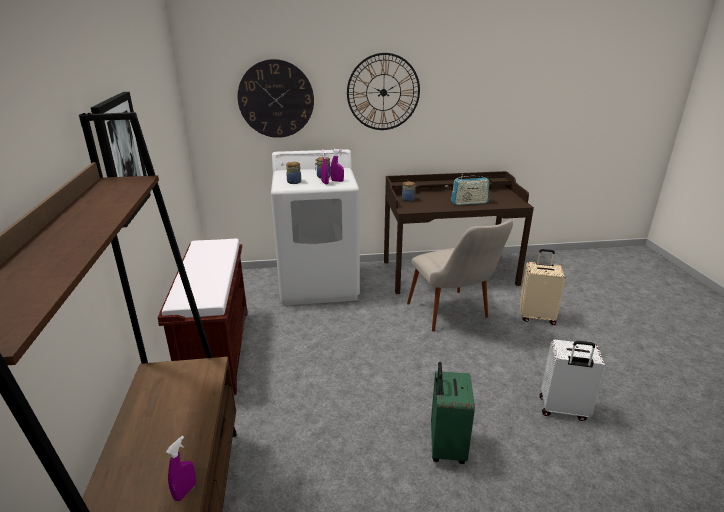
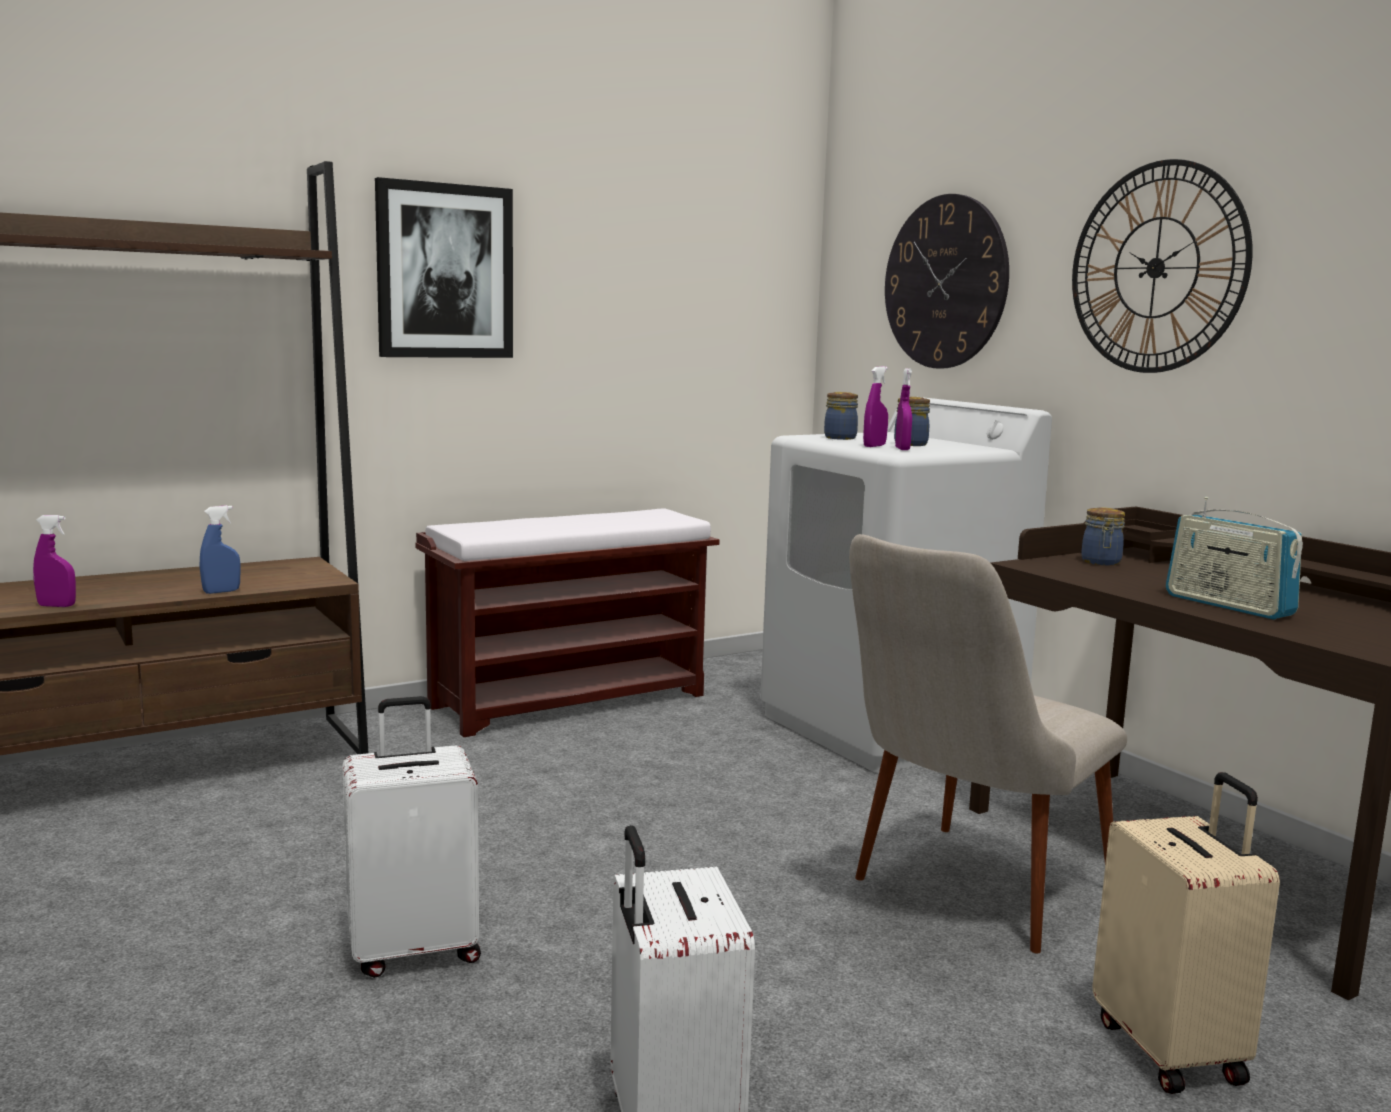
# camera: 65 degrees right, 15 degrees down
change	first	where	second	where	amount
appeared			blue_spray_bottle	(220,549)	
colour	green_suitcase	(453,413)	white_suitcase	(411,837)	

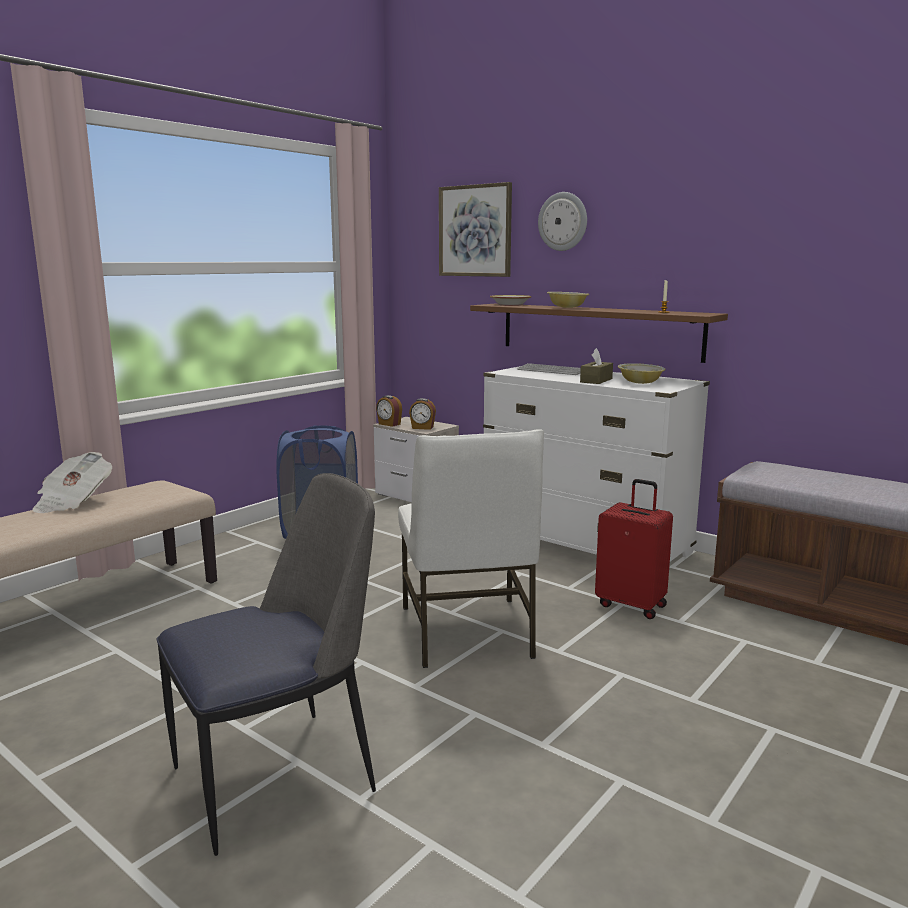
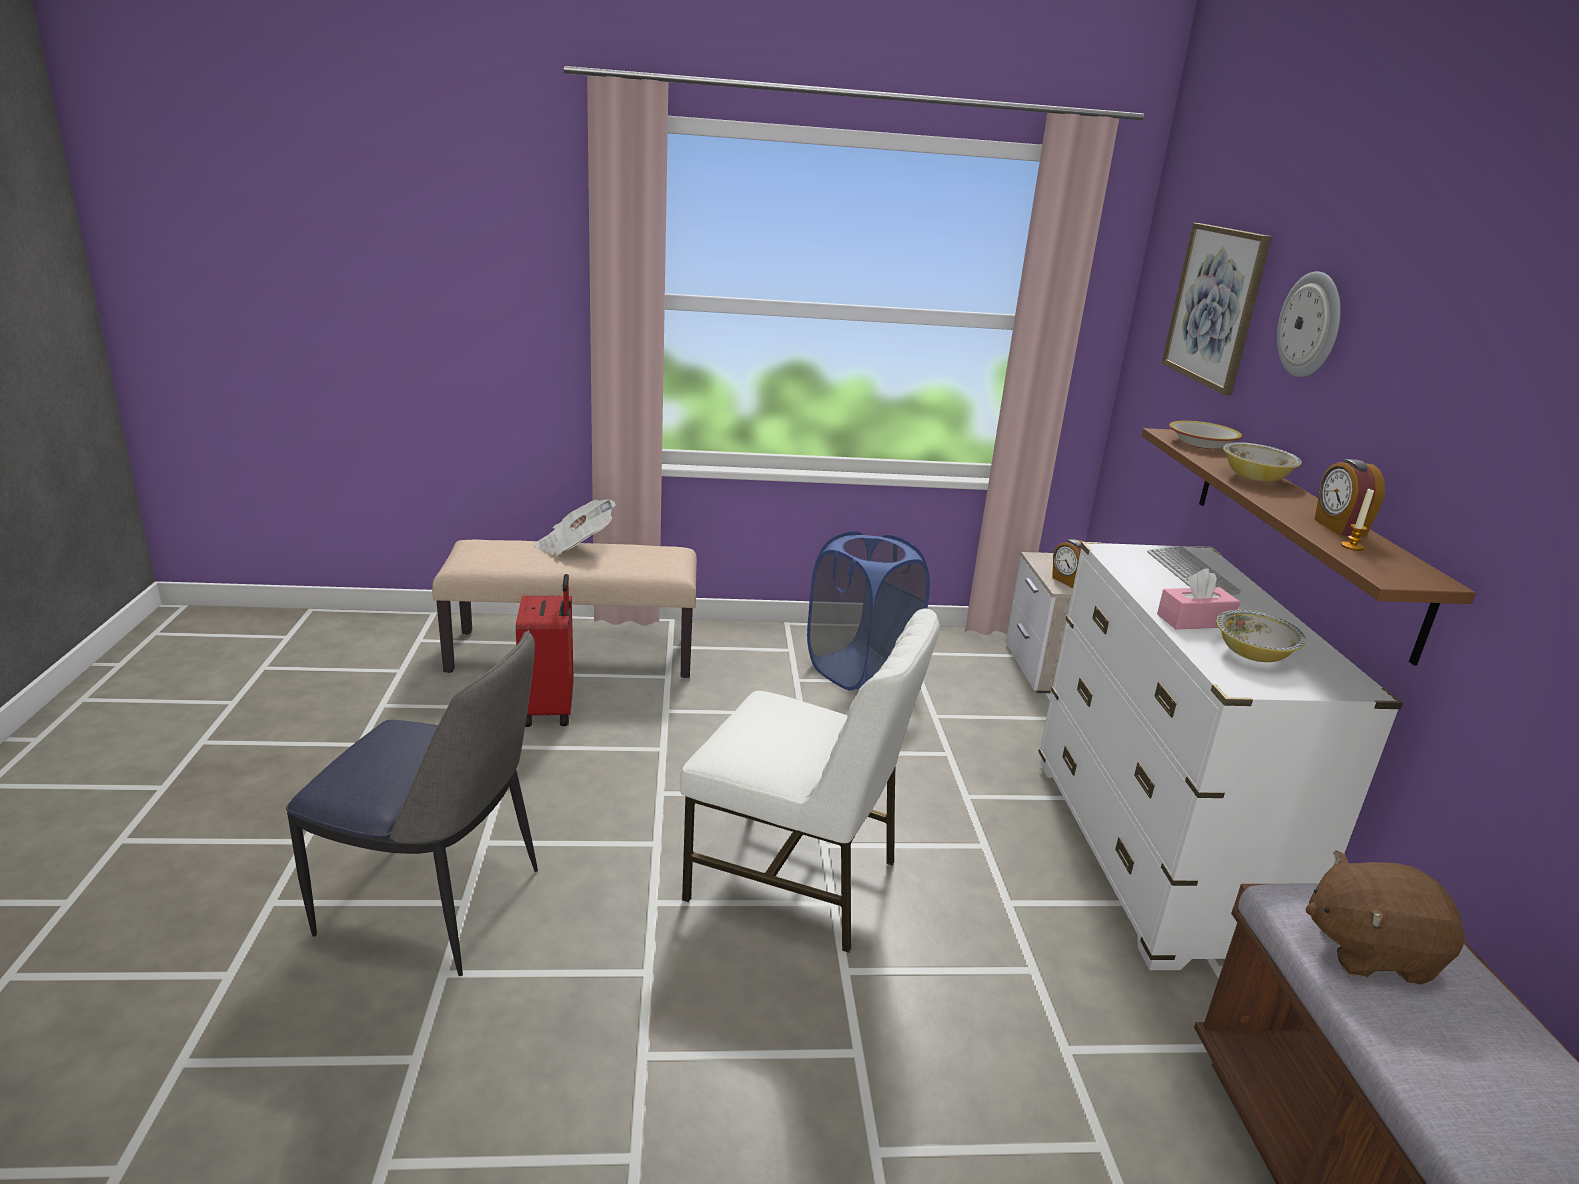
# camera: 45 degrees right, 10 degrees up
change	first	where	second	where	amount
relocated	reddish_suitcase	(634,549)		(545,650)	
spun	white_chair	(471,548)		(810,780)	105 degrees counterclockwise
colour	brown-coloured_box_of_tissues	(596,366)	pinkish_box_of_tissues	(1198,598)	
appeared			brown-coloured_soft_toy	(1385,917)	
relocated	alarm_clock	(389,411)		(1349,497)	

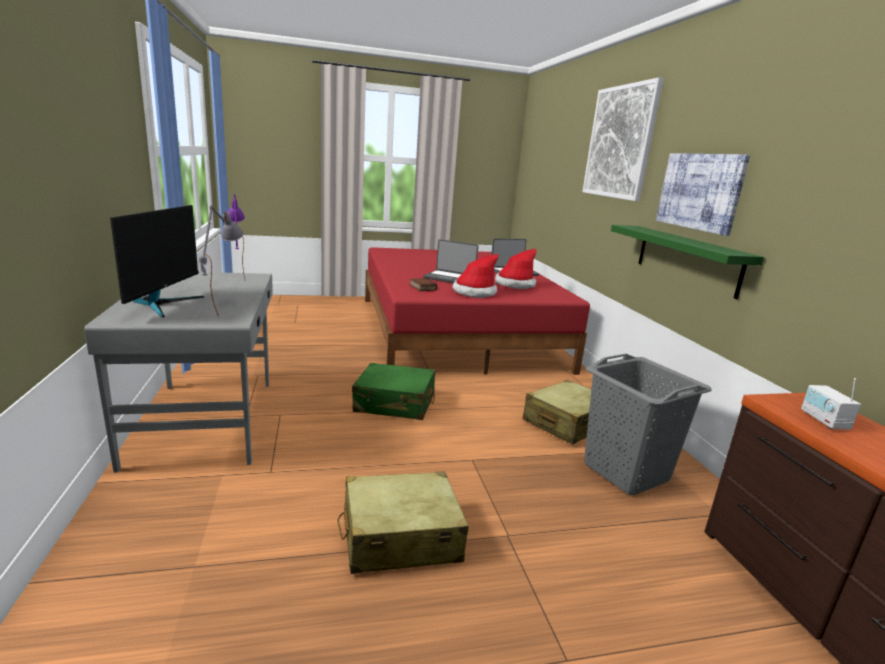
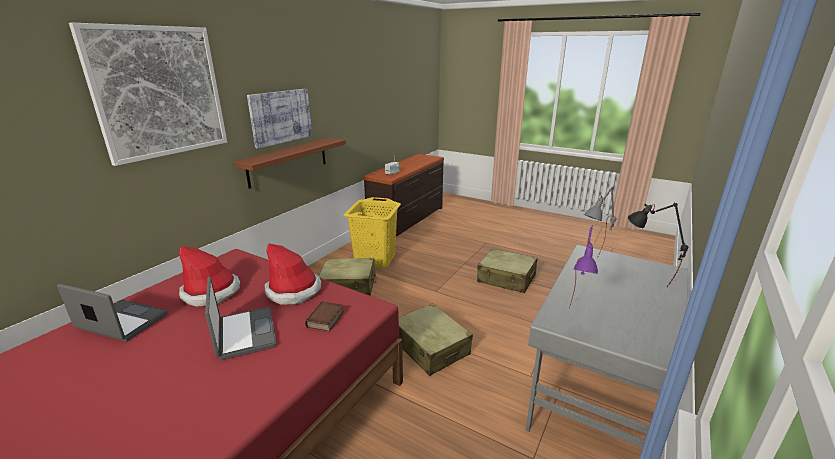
# camera: 135 degrees left, 5 degrees up
change	first	where	second	where	amount
colour	green_bracket_shelf	(687,262)	brown-coloured_bracket_shelf	(290,163)	
colour	greyish_hamper	(648,424)	yellowish_hamper	(372,233)	
colour	green_suitcase	(393,391)	beige_suitcase	(435,339)	
exchanged	computer_screen	(157,261)	blackish_lamp_for_a_table	(658,244)	

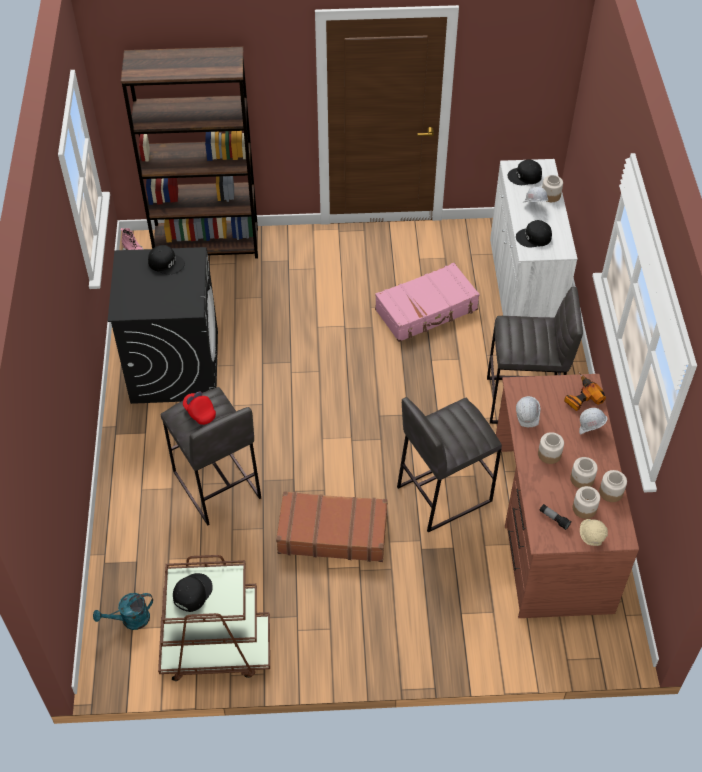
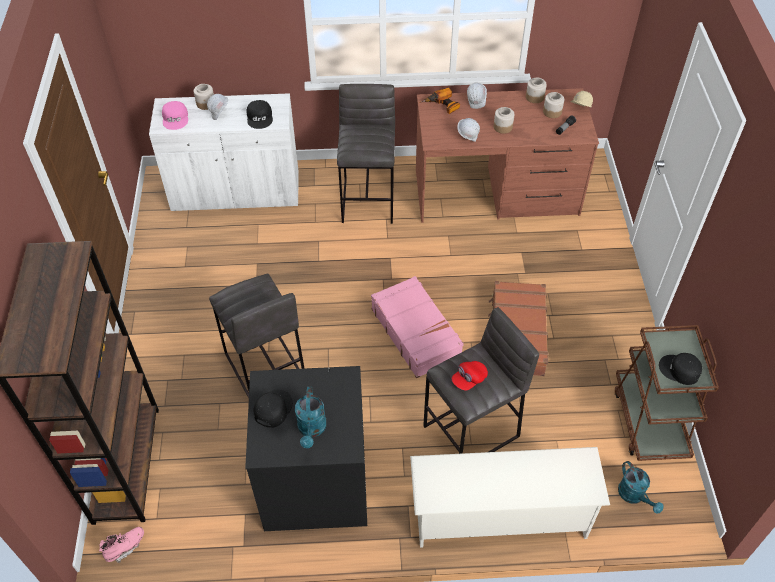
# camera: 90 degrees left, 0 degrees up
change	first	where	second	where	amount
colour	blackish_baseball_cap	(525,172)	pinkish_baseball_cap	(175,115)	
relocated	greyish_stool	(449,464)		(256,335)	
appeared			blue-green_watering_pot	(311,417)	
relocated	pinkish_suitcase	(427,302)		(417,327)	
appeared			white_shoe_stand	(510,497)	
missing	storage_jar	(584,472)			

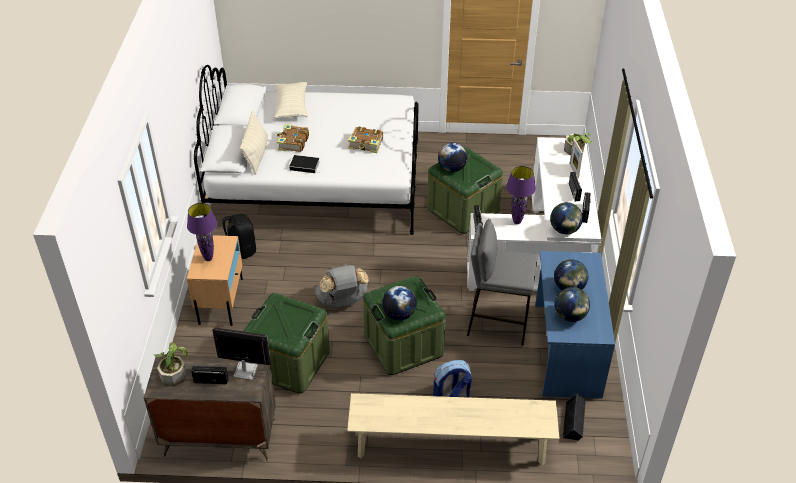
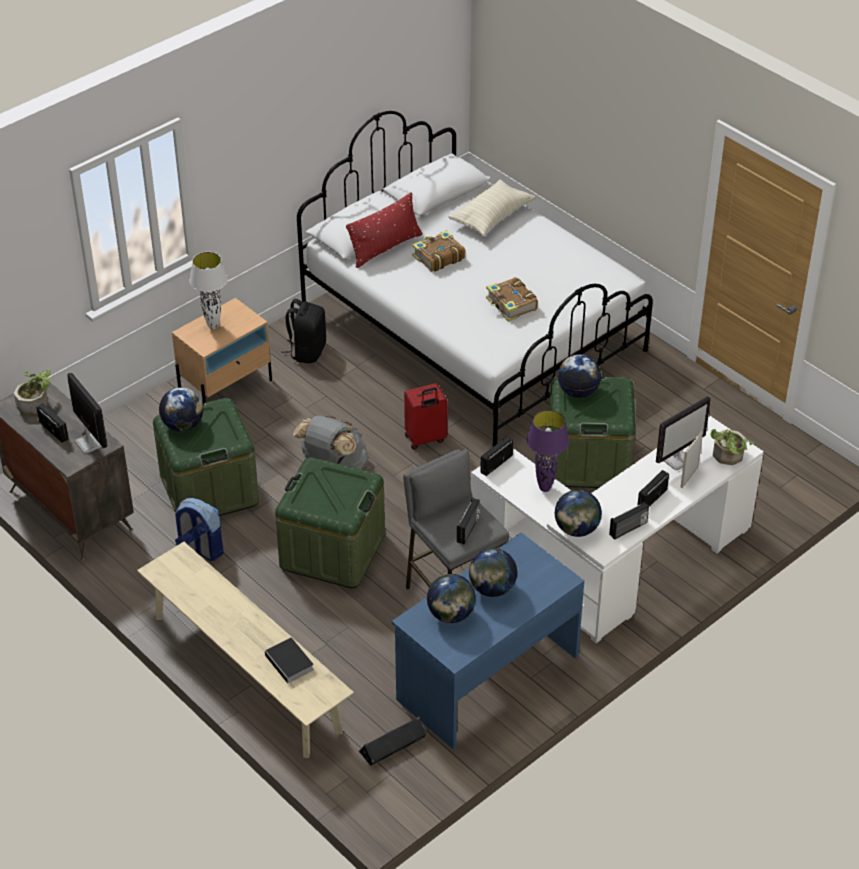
# camera: 45 degrees right, 0 degrees up
change	first	where	second	where	amount
relocated	desk_globe	(399,303)		(181,409)	
relocated	rucksack	(452,378)		(199,529)	
colour	purplish_lamp_for_a_table	(202,232)	white_lamp_for_a_table	(209,290)	
relocated	volume	(305,164)		(289,663)	
colour	beige_cushion	(254,142)	reddish_cushion	(384,230)	
appeared			reddish_suitcase	(425,416)	
appeared			radio_set	(468,521)	
appeared			computer_screen	(683,433)	

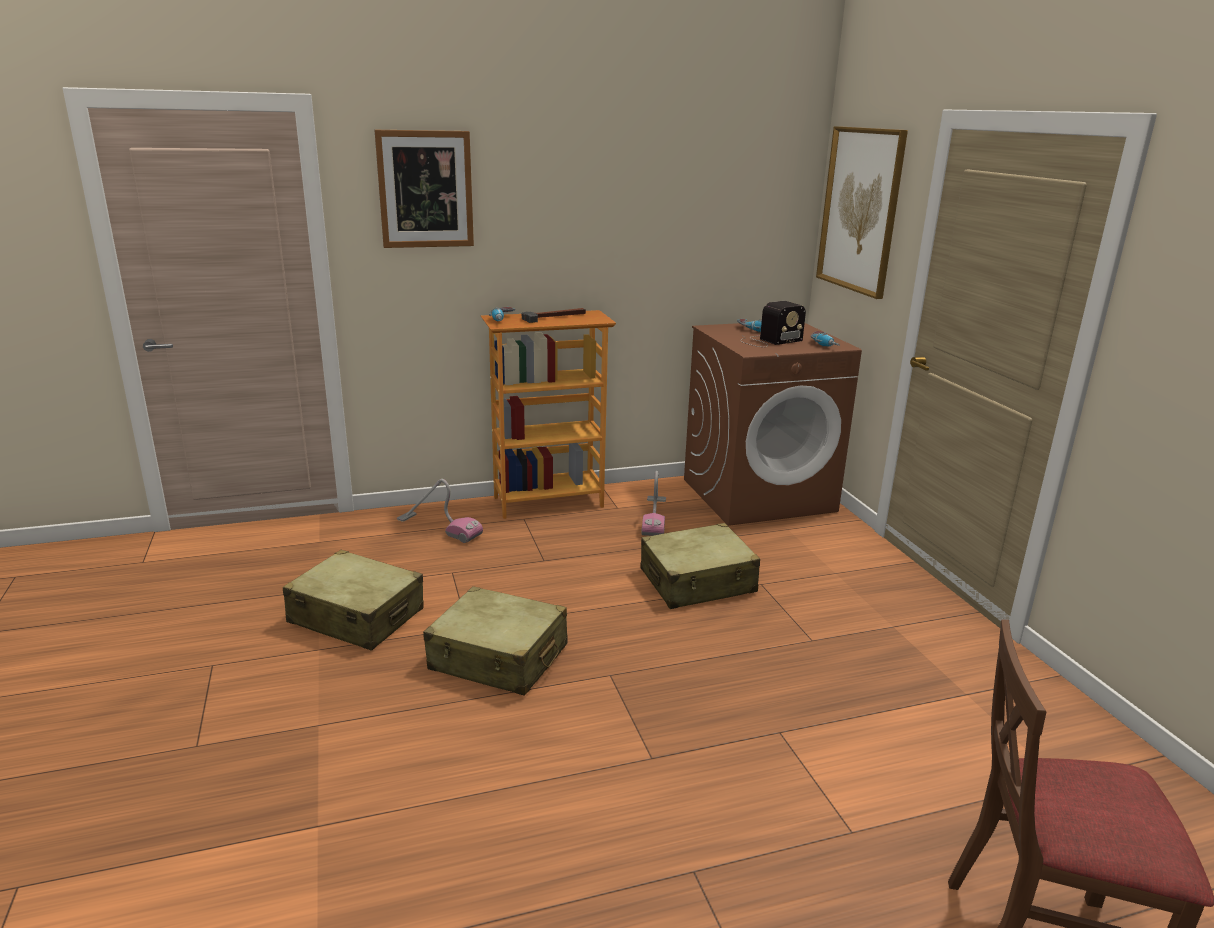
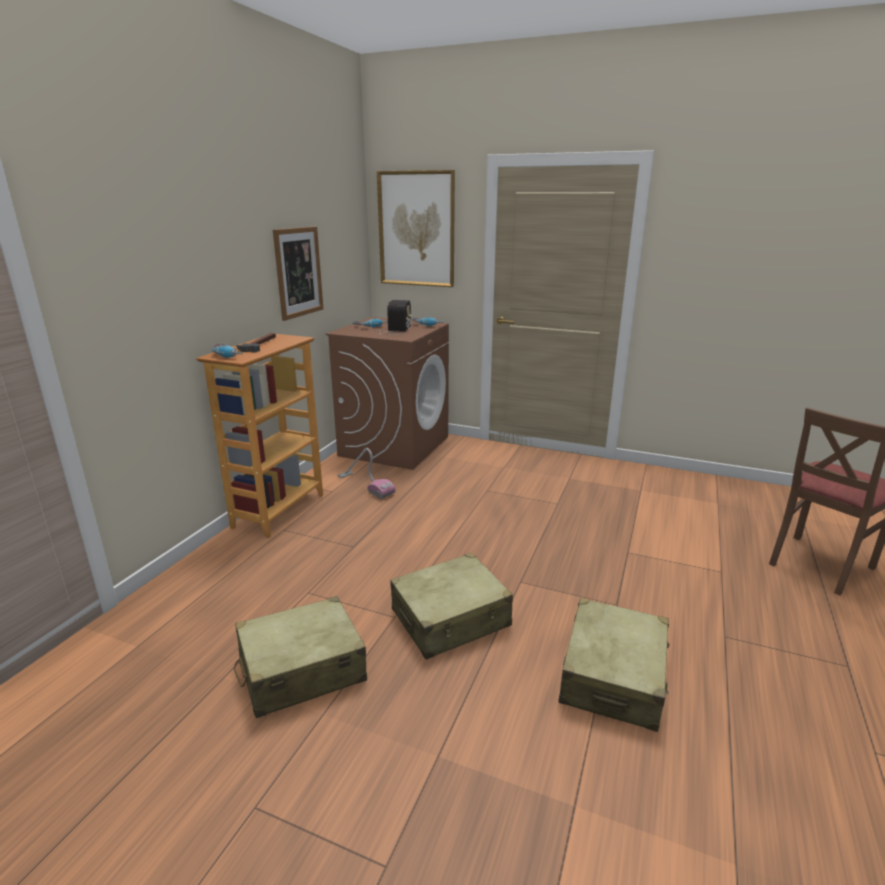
# camera: 50 degrees left, 0 degrees up
change	first	where	second	where	amount
relocated	wall_picture	(424,189)		(298,273)	
relocated	beige_suitcase	(700,566)		(614,665)	
missing	vacuum	(440,511)			

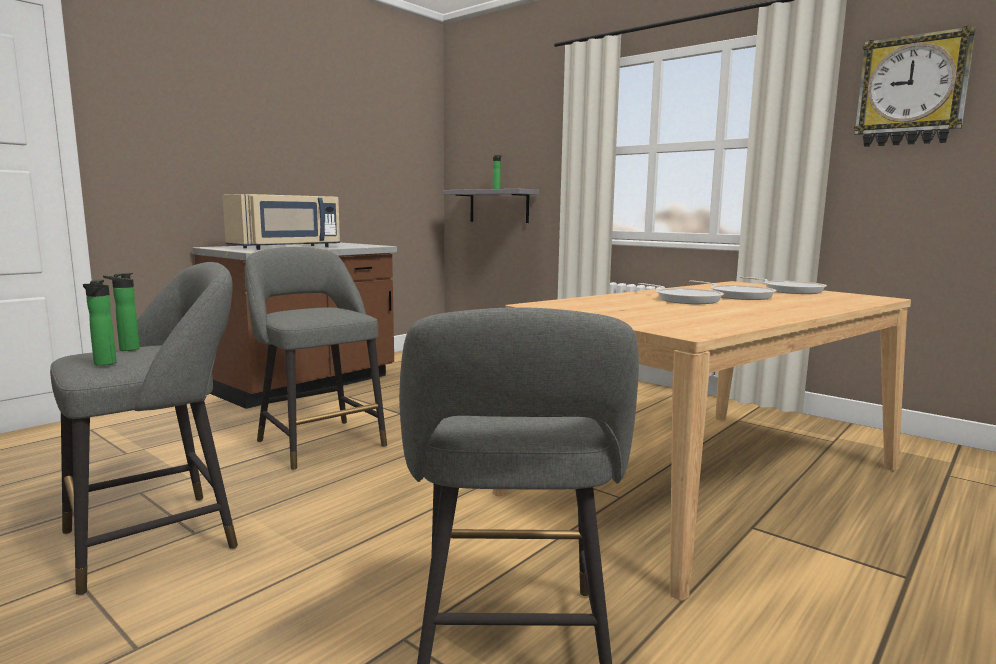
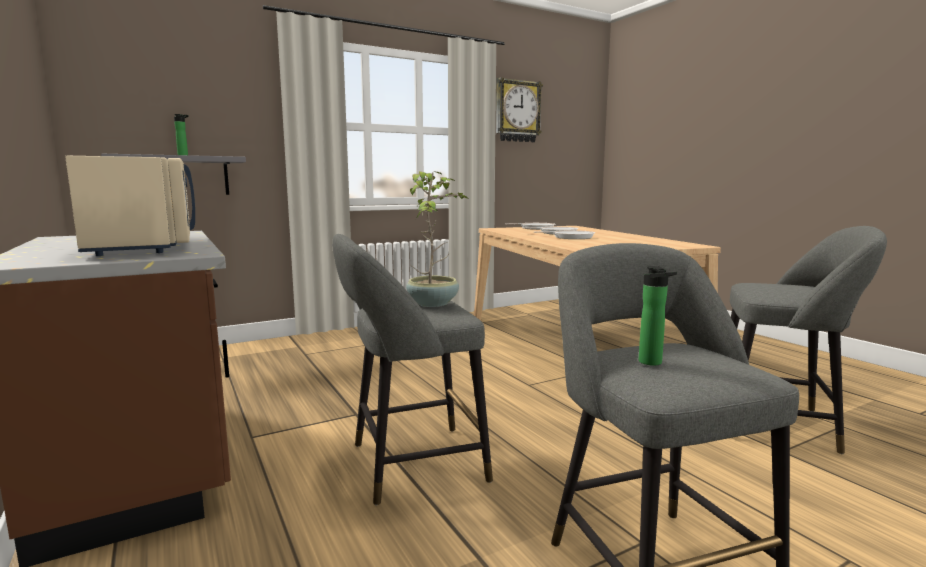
# camera: 70 degrees left, 0 degrees up
change	first	where	second	where	amount
appeared			houseplant	(437,239)	
missing	beverage_bottle	(100,322)			

